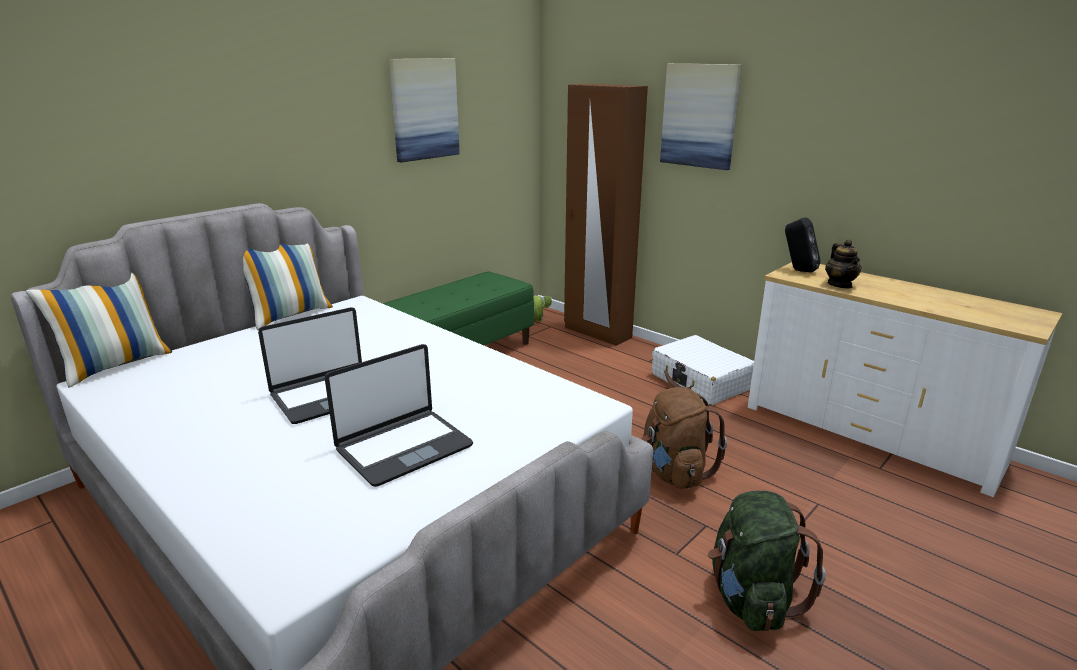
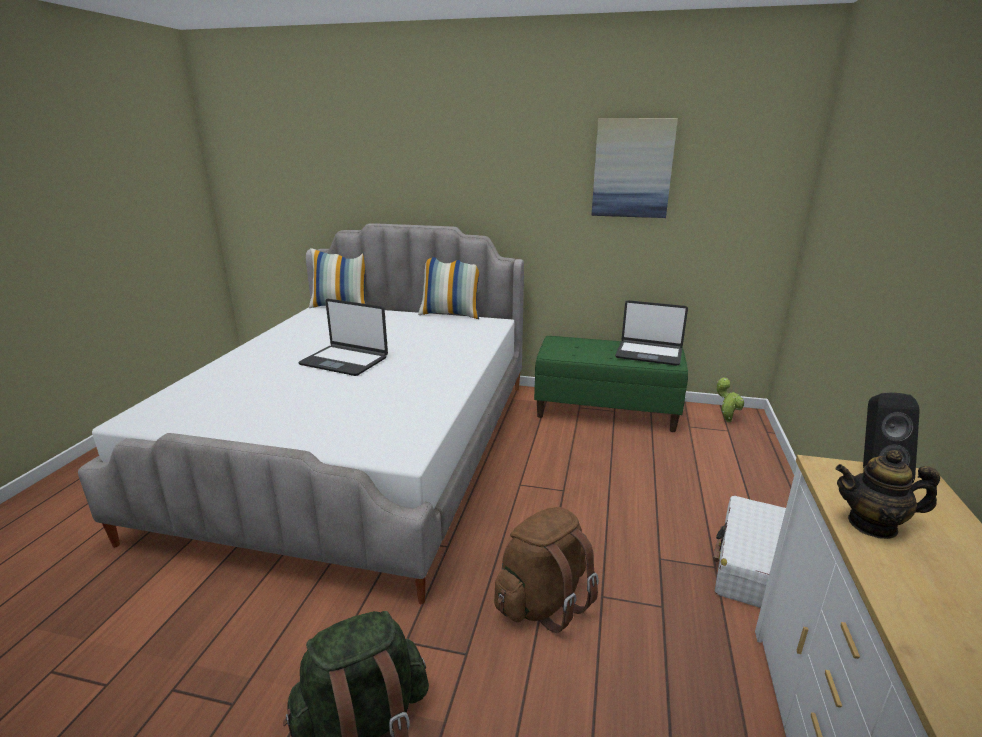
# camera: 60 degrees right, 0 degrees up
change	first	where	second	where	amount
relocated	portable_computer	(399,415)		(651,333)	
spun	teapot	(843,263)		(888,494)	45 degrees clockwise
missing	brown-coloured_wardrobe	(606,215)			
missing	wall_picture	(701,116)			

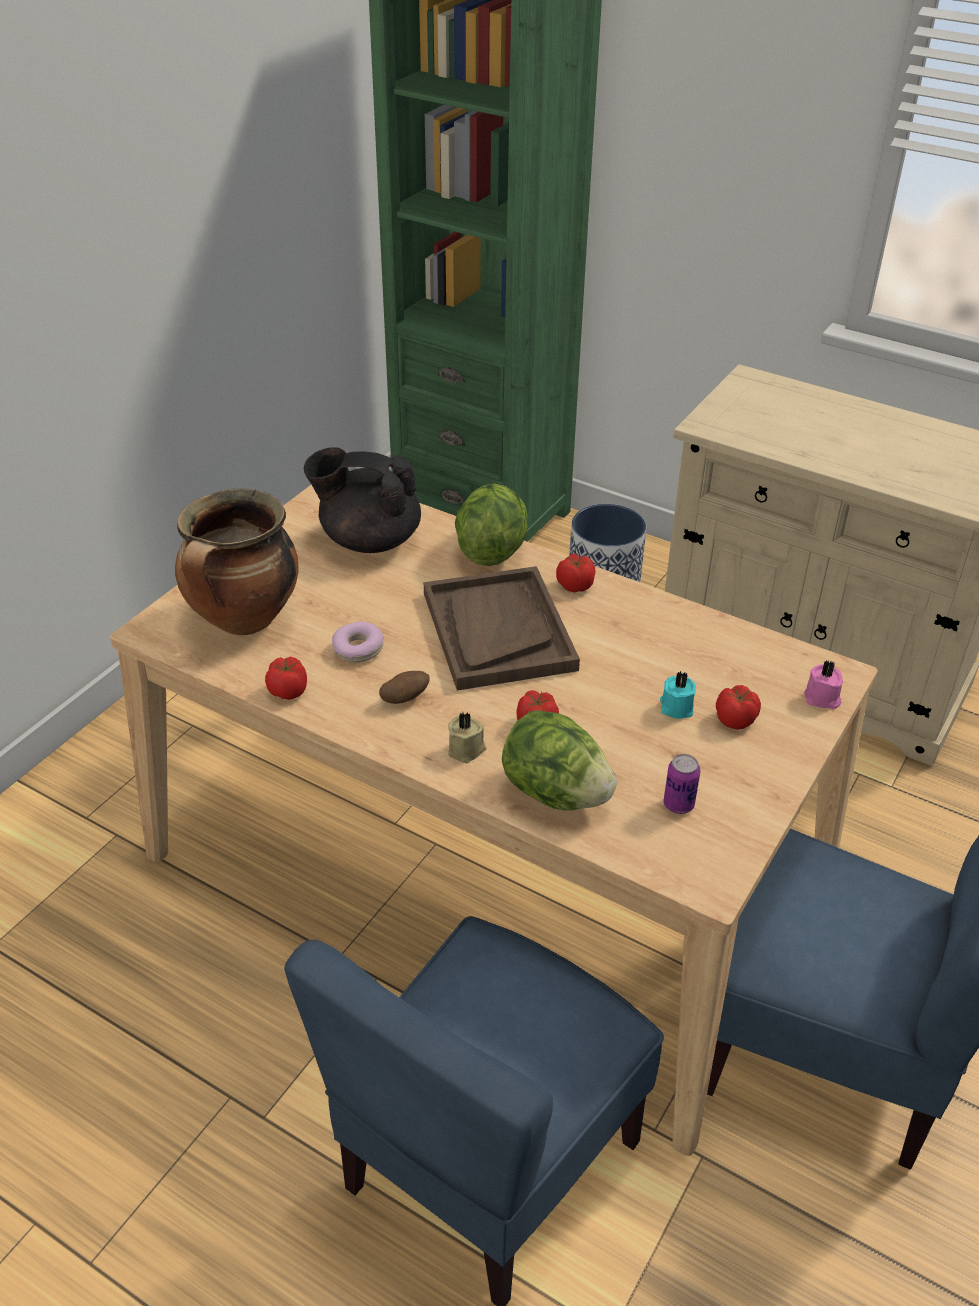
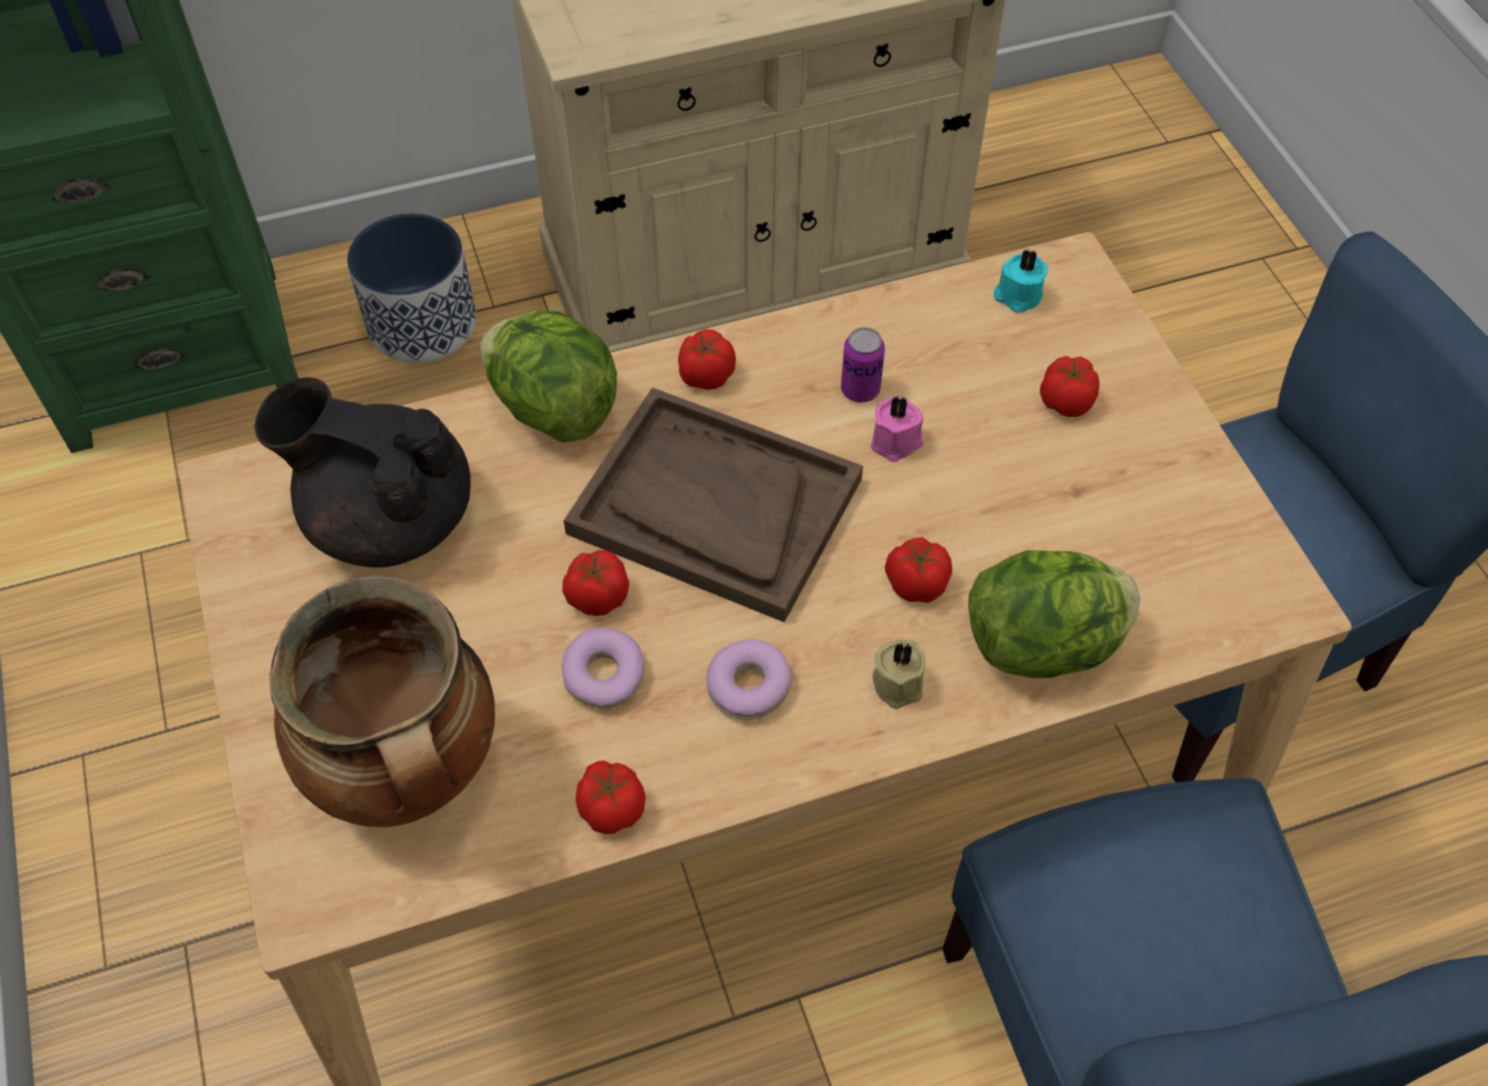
# camera: 50 degrees left, 15 degrees up
change	first	where	second	where	amount
spun	blackish_teapot	(362,500)		(362,472)	60 degrees clockwise
appeared			tomato	(595,583)	
exchanged	spud	(404,687)	doughnut	(749,680)	
relocated	metal_can	(682,784)		(863,365)	
relocated	pinkish_wax_candle	(823,684)		(897,429)	
relocated	blue-green_wax_candle	(678,695)		(1021,281)	

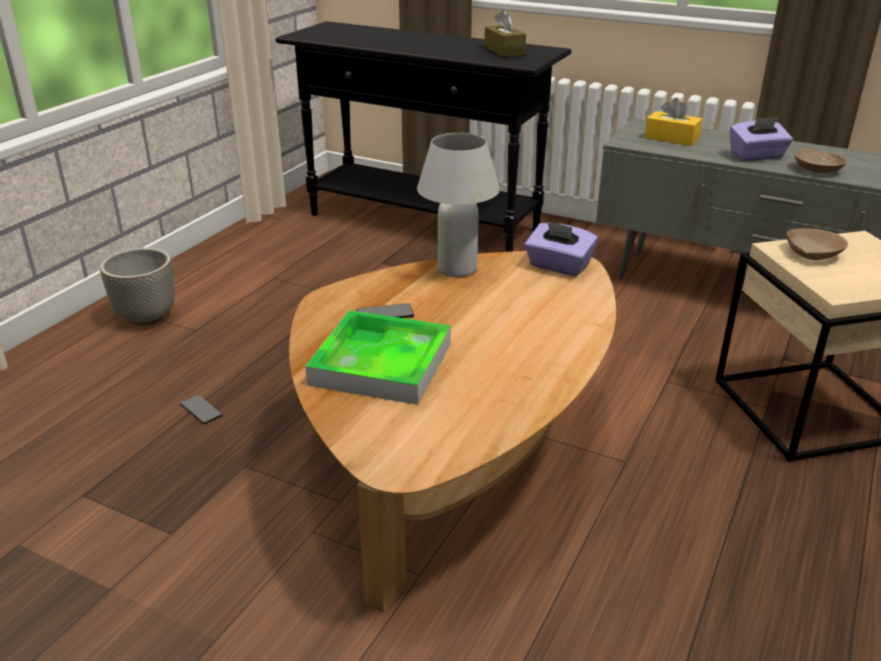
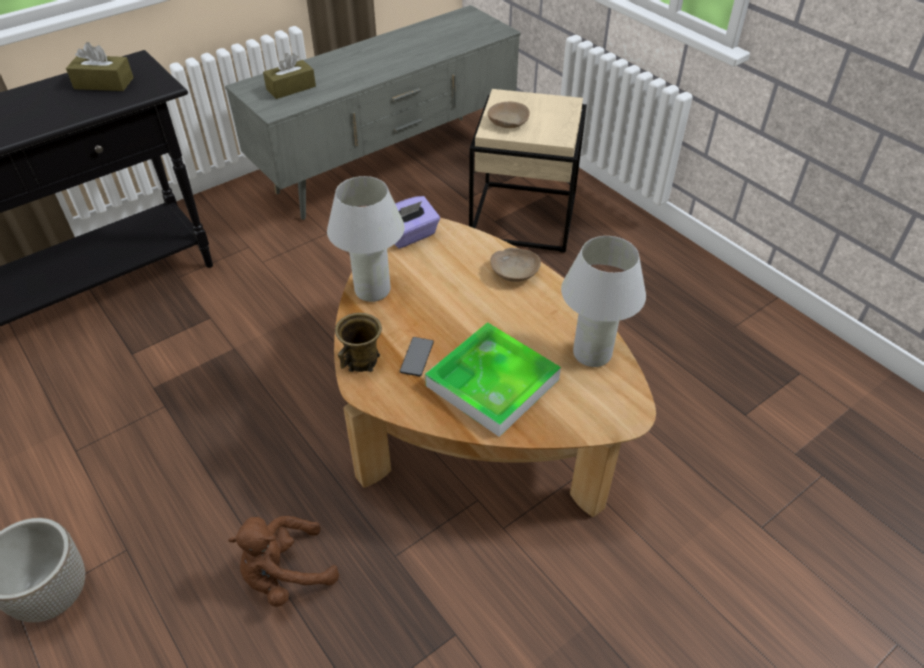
# camera: 65 degrees left, 15 degrees up
change	first	where	second	where	amount
exchanged	phone	(201,409)	brown-coloured_soft_toy	(283,561)	
colour	yellowish_box_of_tissues	(673,122)	brown-coloured_box_of_tissues	(289,76)	
appeared			brown-coloured_coffee_mug	(358,342)	
relocated	beige_bowl	(820,161)		(515,265)	
appeared			white_lamp_for_a_table	(603,301)	
missing	purplish_box_of_tissues	(761,139)			

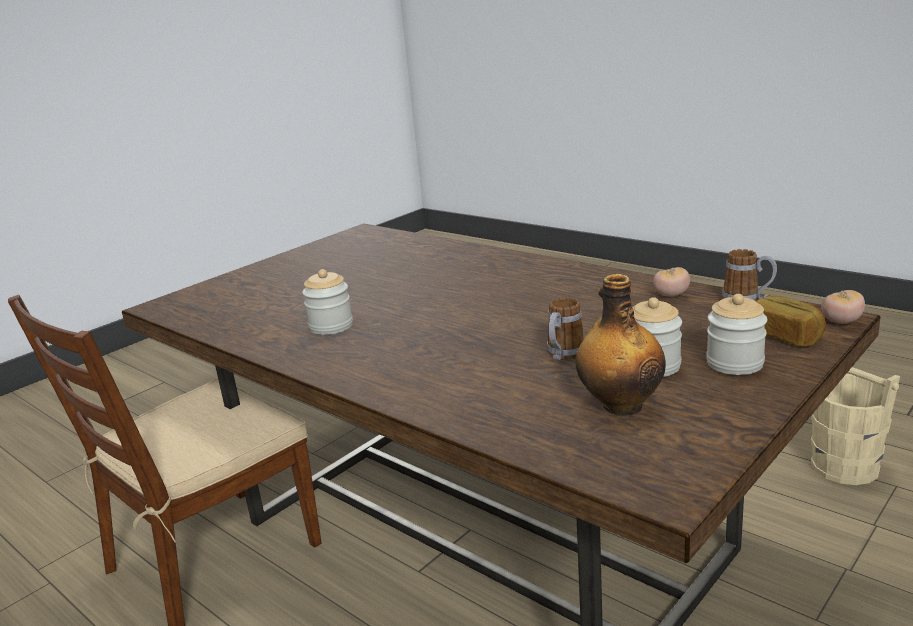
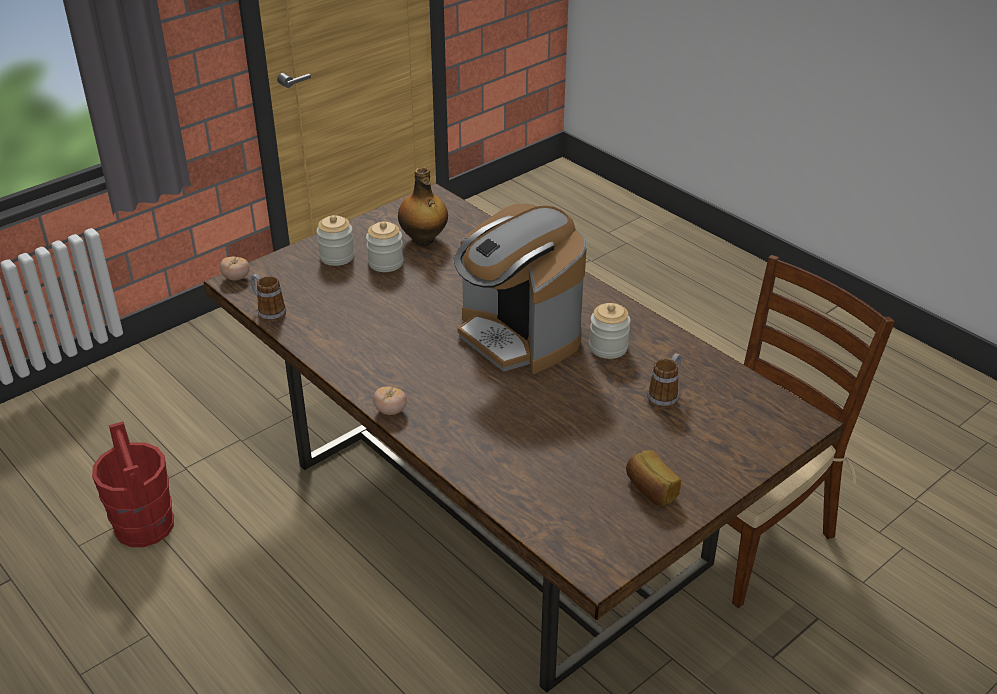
# camera: 175 degrees left, 15 degrees up
change	first	where	second	where	amount
colour	beige_bucket	(855,426)	reddish_bucket	(133,484)	
relocated	tomato	(671,282)		(390,400)	
appeared			coffee_maker	(520,289)	
relocated	bread	(791,321)		(653,478)	
relocated	coffee_mug	(565,328)		(664,381)	

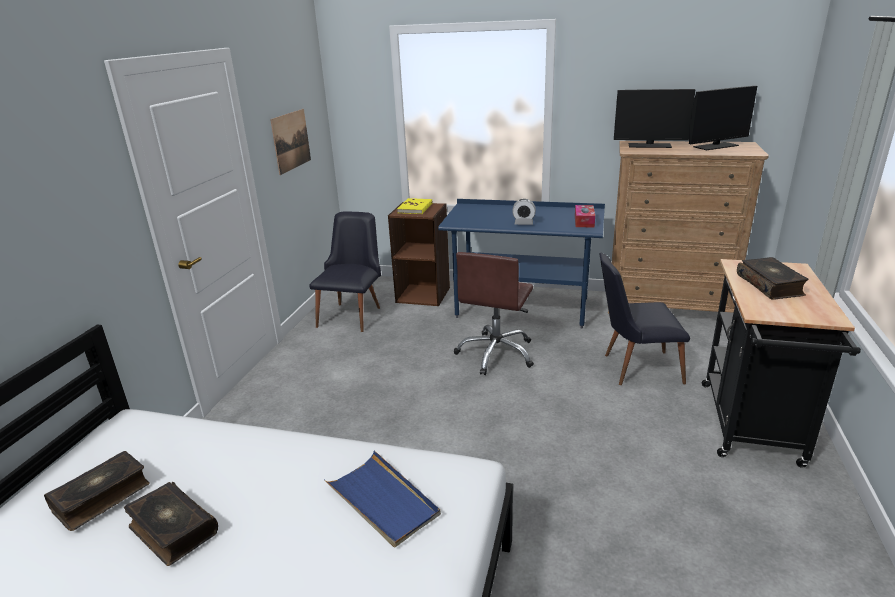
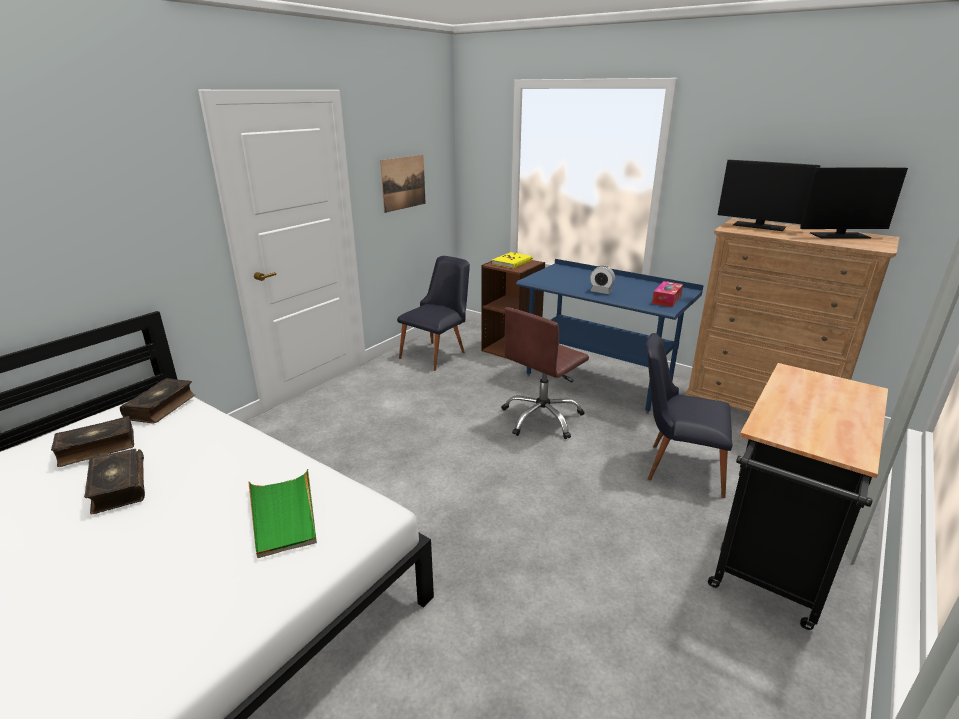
# camera: 20 degrees right, 0 degrees up
change	first	where	second	where	amount
relocated	volume	(772,278)		(157,400)	
colour	blue_carrying_tray	(382,499)	green_carrying_tray	(282,513)	

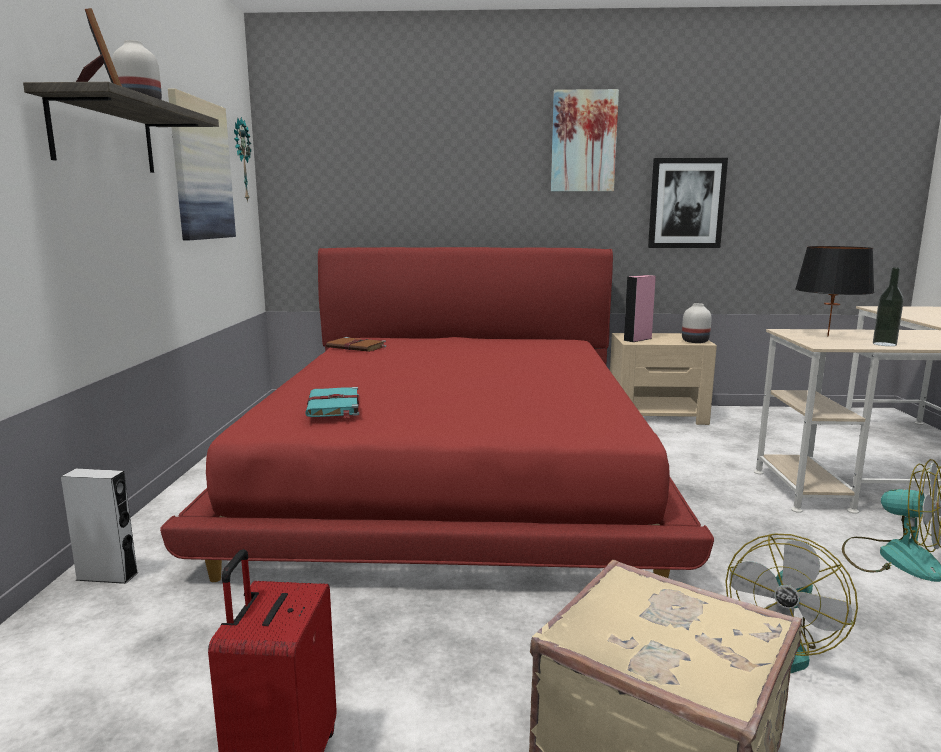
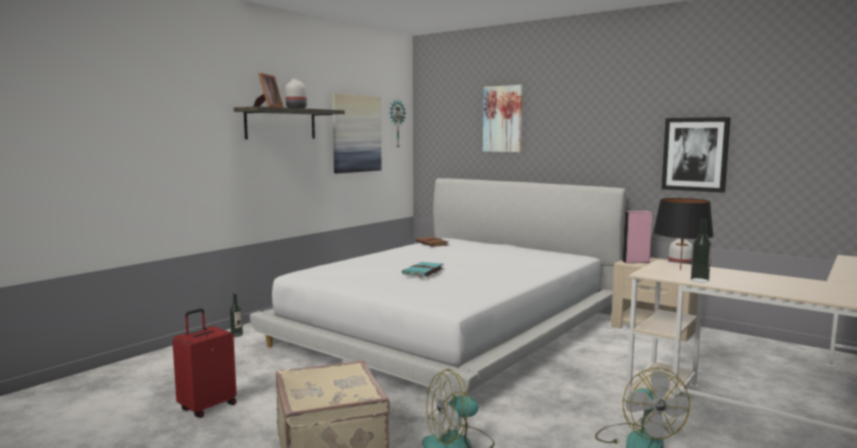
# camera: 35 degrees right, 5 degrees down
change	first	where	second	where	amount
exchanged	greyish_speaker	(100,526)	beverage_bottle	(236,315)	
colour	reddish_bedroom_bed	(437,414)	white_bedroom_bed	(438,291)	
relocated	blue-green_volume	(332,402)		(423,270)	
relocated	wall_picture	(585,140)		(503,118)	

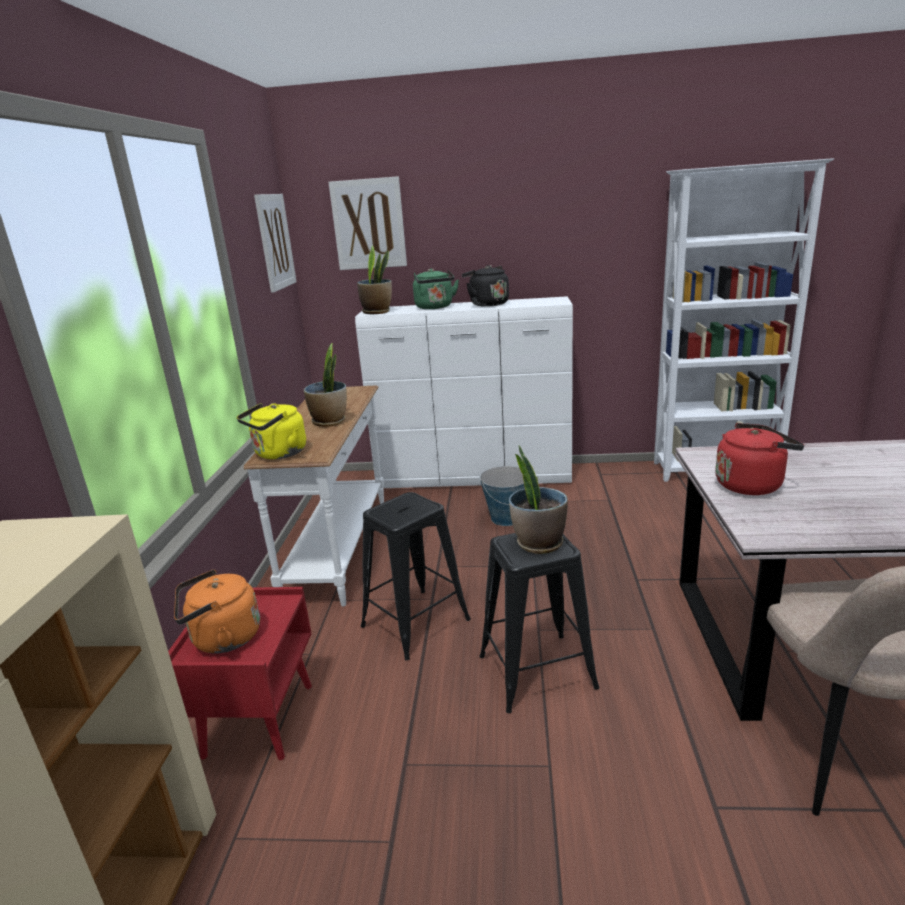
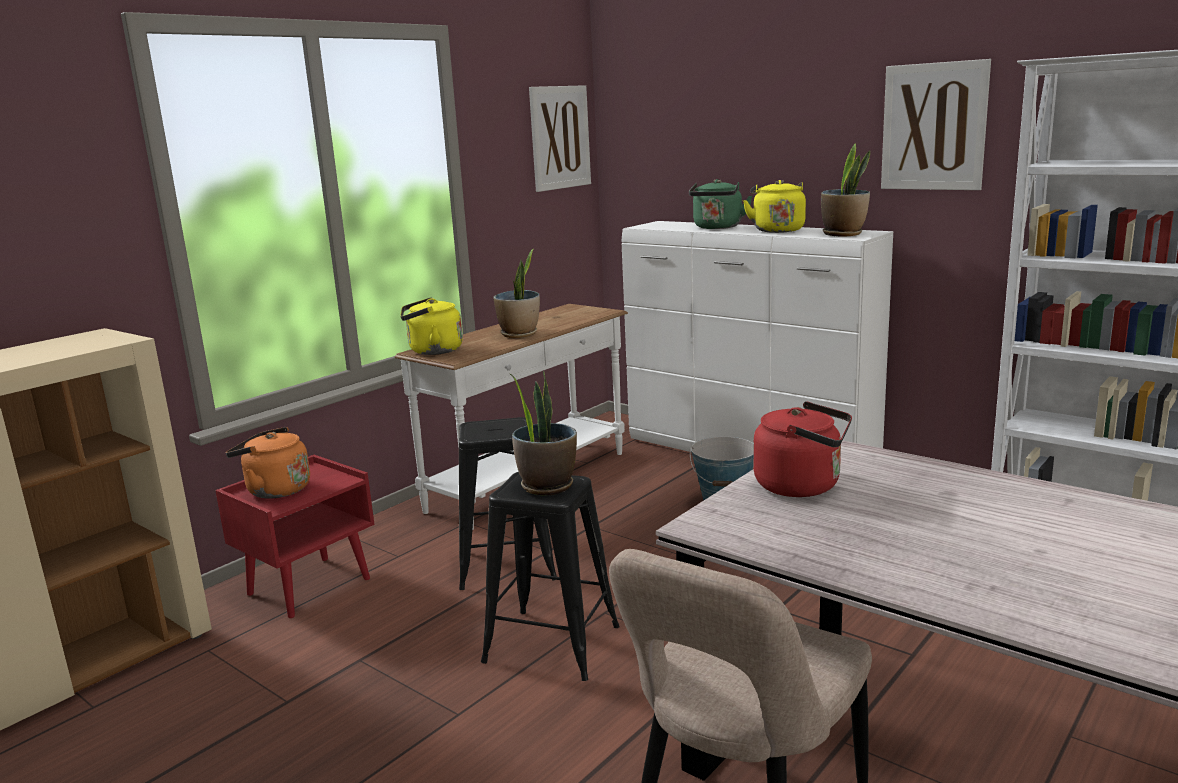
# camera: 35 degrees right, 5 degrees down
change	first	where	second	where	amount
colour	blackish_kettle	(485,286)	yellowish_kettle	(774,206)	
relocated	houseplant	(374,279)		(845,189)	
relocated	wall_picture	(367,223)		(936,124)	

